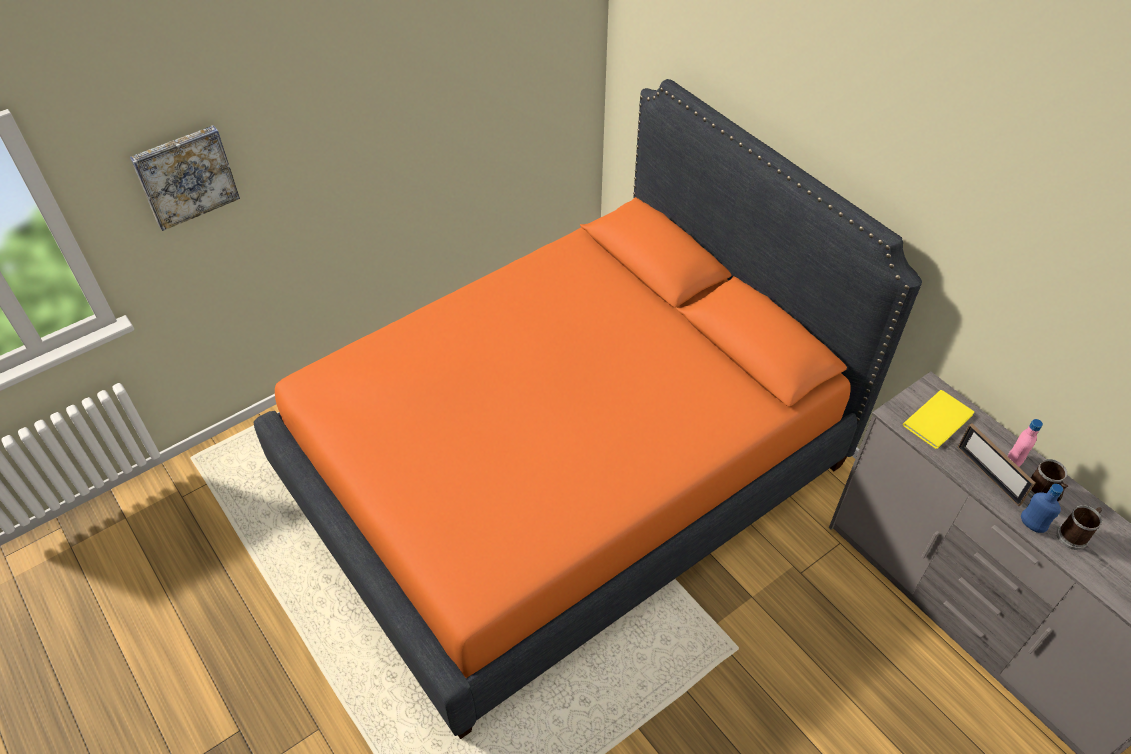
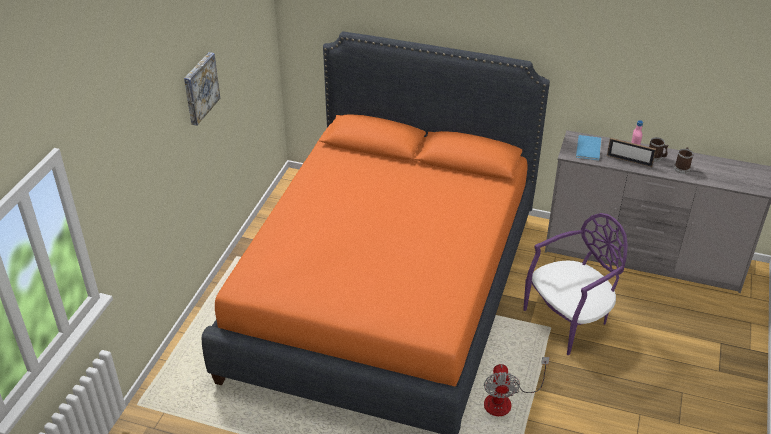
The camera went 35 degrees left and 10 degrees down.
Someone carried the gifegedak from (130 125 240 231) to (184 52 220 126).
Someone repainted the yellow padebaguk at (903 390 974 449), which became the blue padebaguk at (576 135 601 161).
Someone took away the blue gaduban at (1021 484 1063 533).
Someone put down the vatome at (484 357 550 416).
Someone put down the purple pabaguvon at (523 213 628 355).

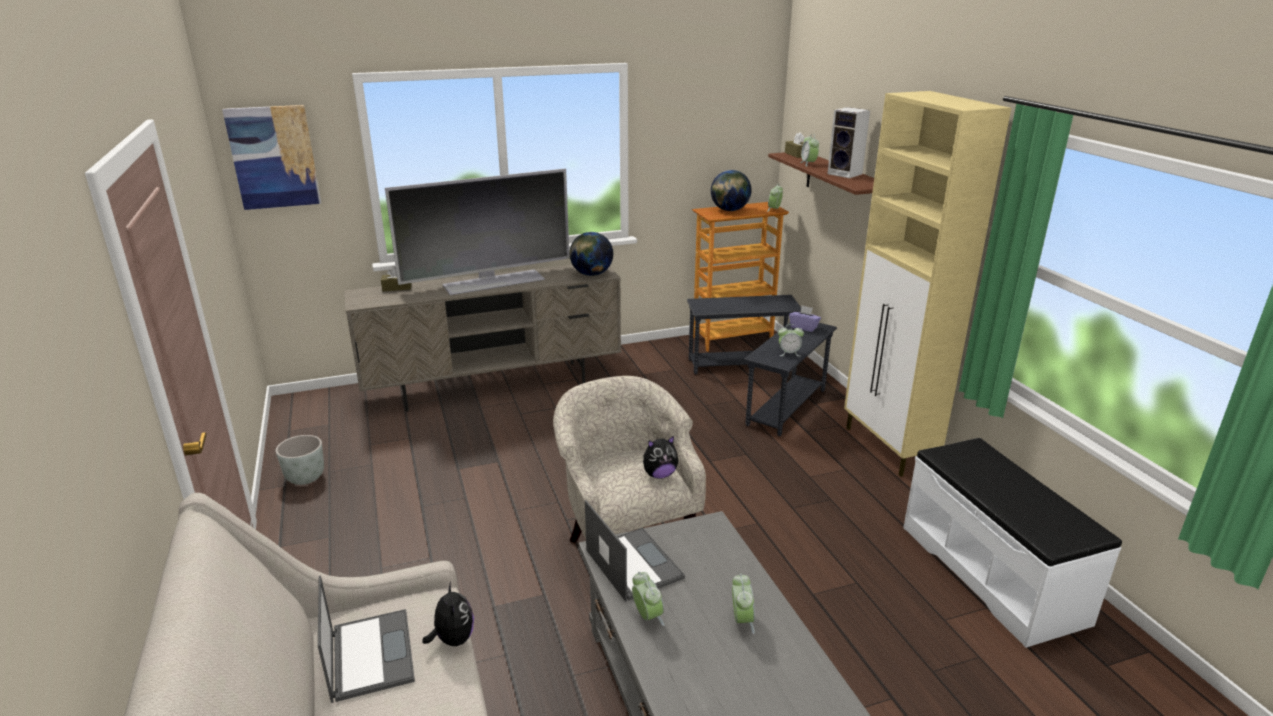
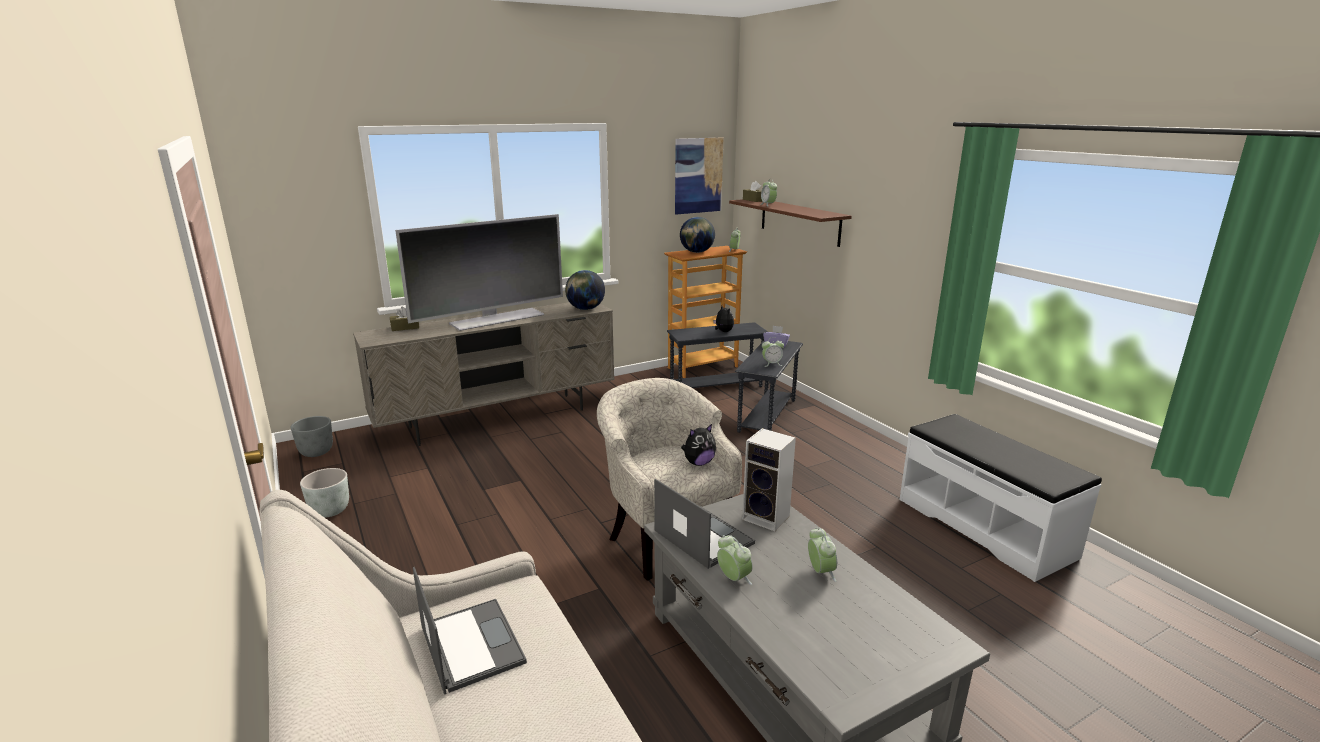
The camera went 10 degrees left and 5 degrees down.
Someone carried the gifegedak from (222 105 321 210) to (675 138 723 215).
Someone carried the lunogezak from (422 581 474 646) to (713 306 734 332).
Someone carried the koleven from (828 107 870 178) to (742 428 796 531).
Someone took away the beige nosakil at (844 91 1011 477).
Someone put down the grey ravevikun at (290 416 333 457).

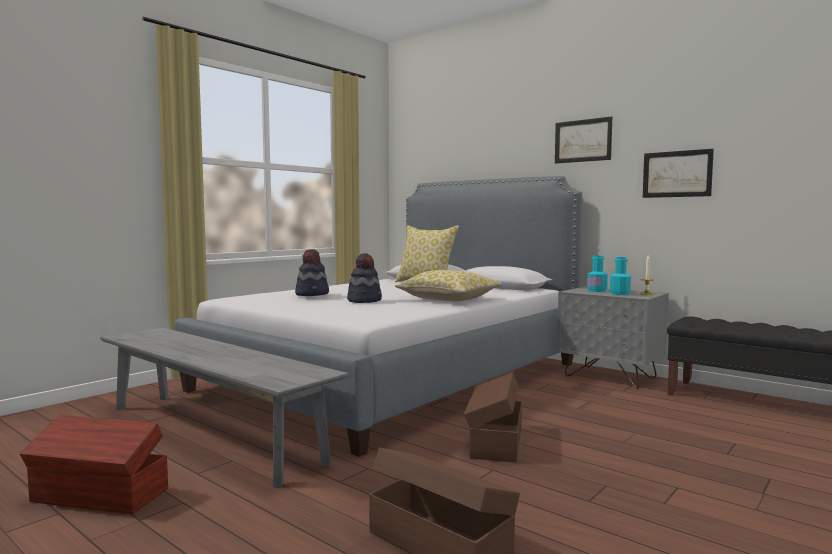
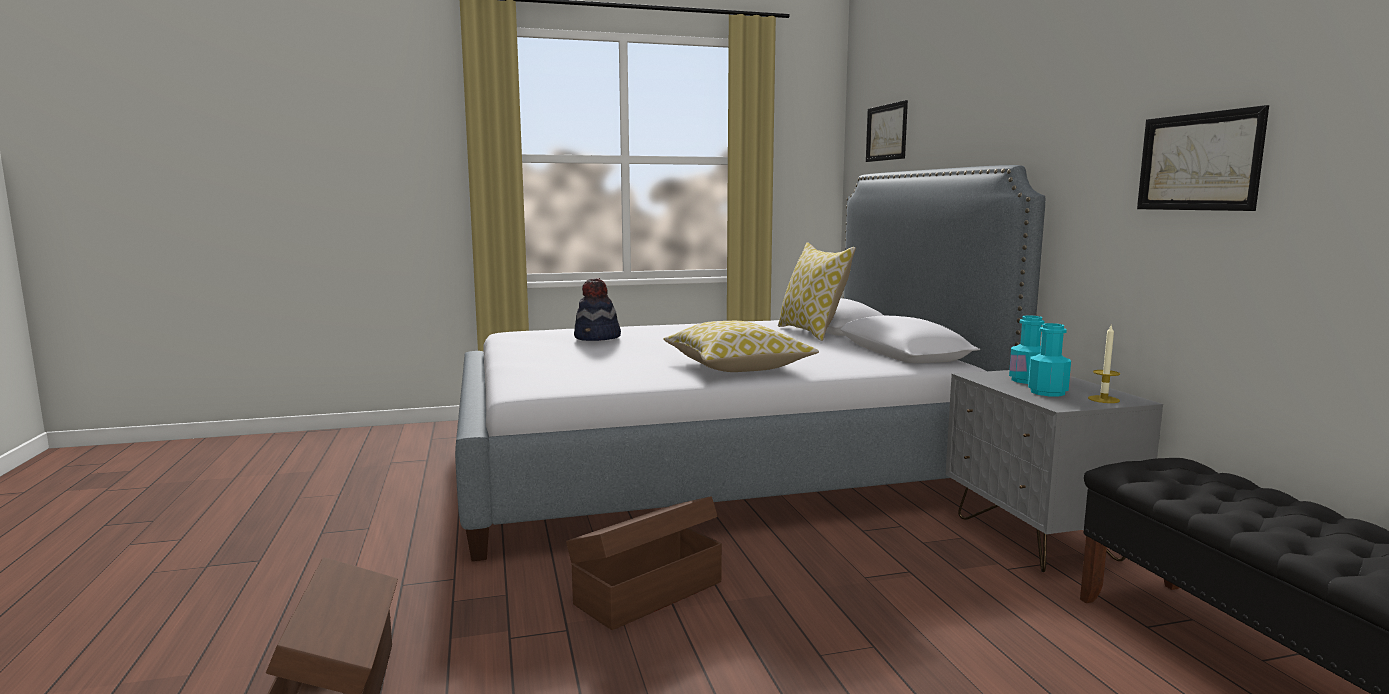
The camera went 35 degrees right and 5 degrees up.
Someone took away the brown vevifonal at (20 415 168 514).
Someone took away the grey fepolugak at (100 328 348 487).
Someone took away the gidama at (347 253 382 303).
Someone carried the gifegedak from (555 117 612 164) to (866 100 908 162).

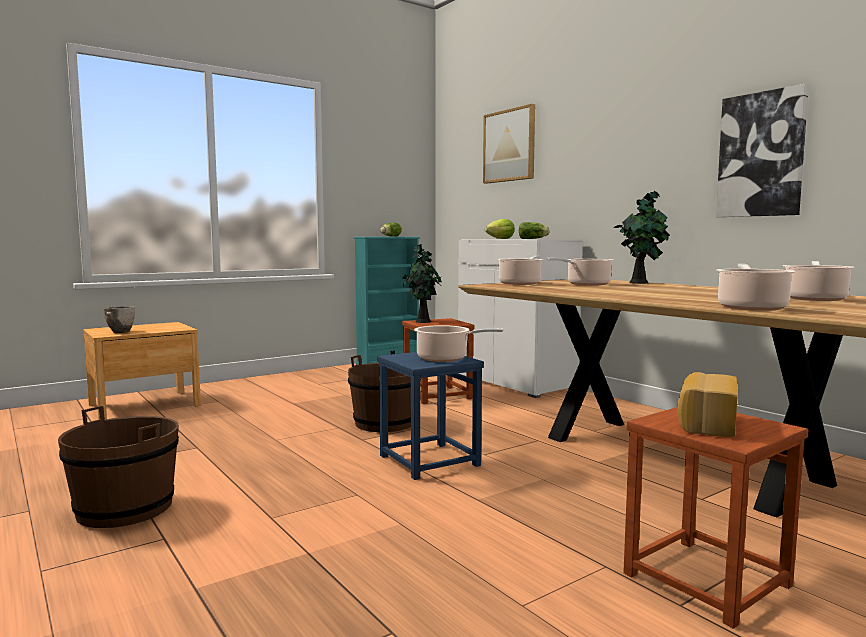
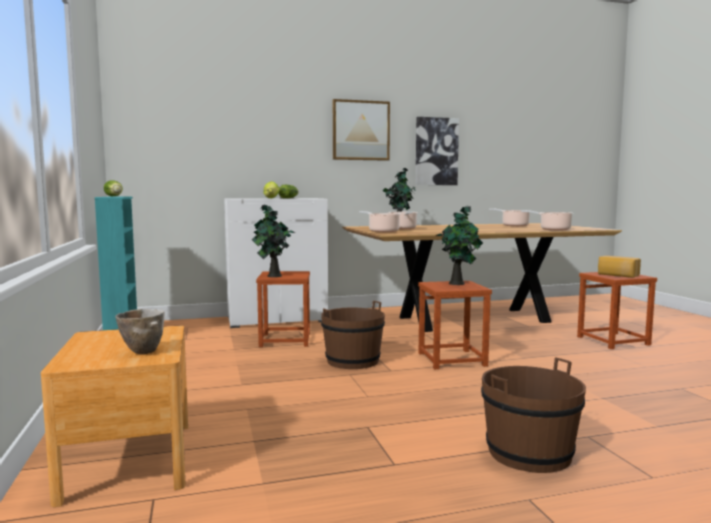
The camera went 70 degrees left and 0 degrees up.
Someone repainted the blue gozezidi at (377 352 484 480), which became the brown gozezidi at (418 281 492 369).
Someone swapped the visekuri at (414 325 504 362) for the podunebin at (435 206 483 285).
Someone carried the gifegedak from (483 104 535 184) to (333 99 390 161).

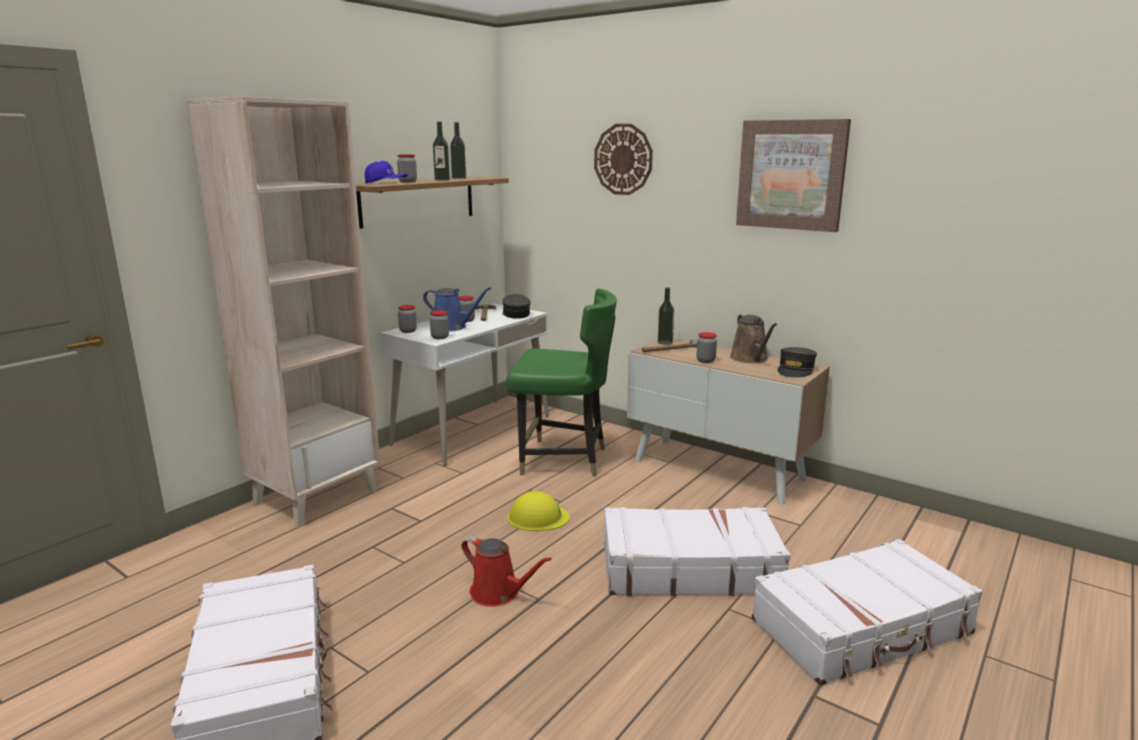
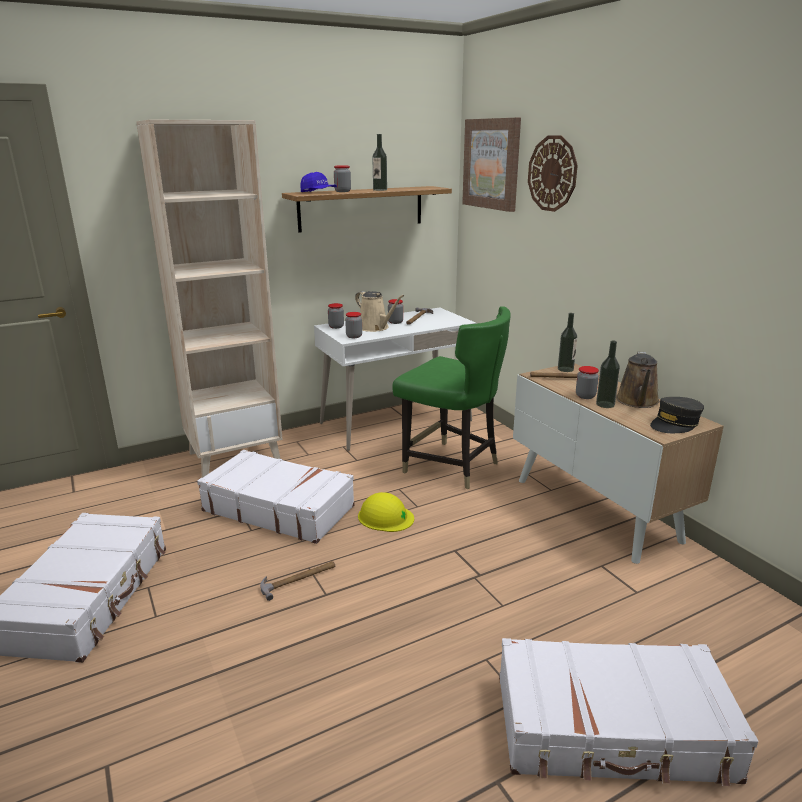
The camera went 25 degrees right and 5 degrees up.
Someone repainted the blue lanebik at (423 287 491 332), which became the beige lanebik at (355 291 404 332).
Someone carried the gaduban from (450 122 466 179) to (596 340 620 408).
Someone swapped the red lanebik at (462 536 552 607) for the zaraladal at (260 561 335 601).
Someone took away the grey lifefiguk at (502 294 531 319).
Someone carried the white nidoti from (604 507 791 596) to (197 450 355 544).
Someone carried the gifegedak from (736 119 851 232) to (462 118 521 212).

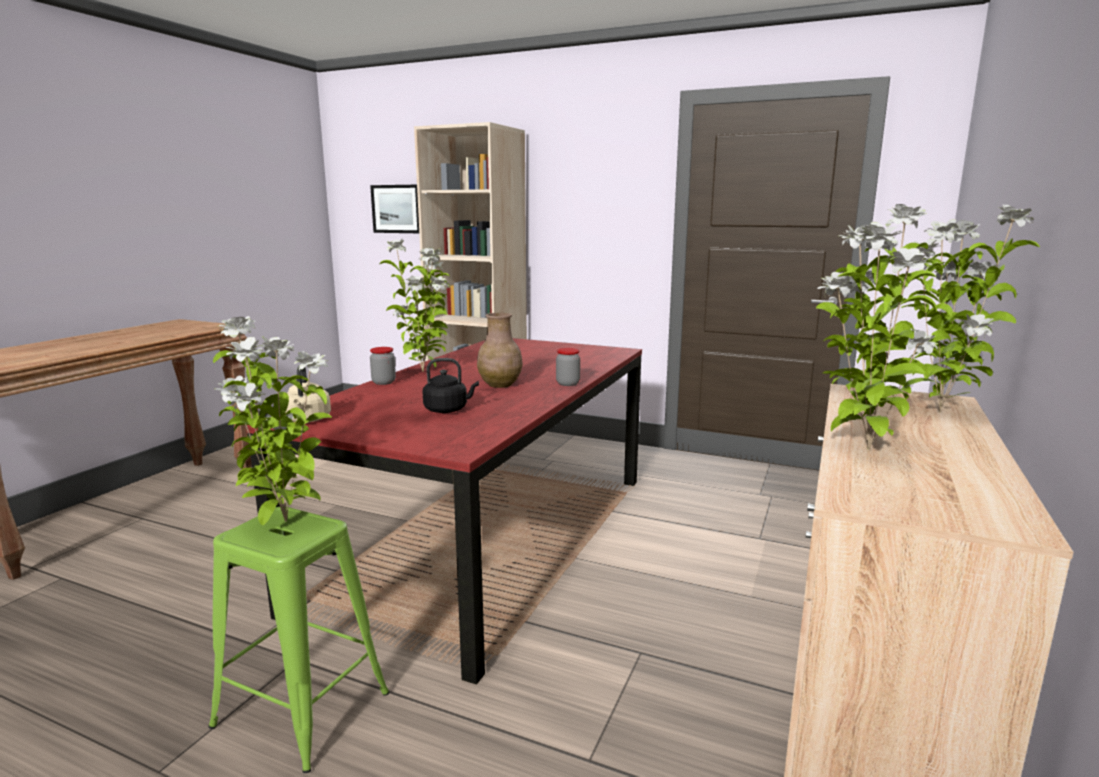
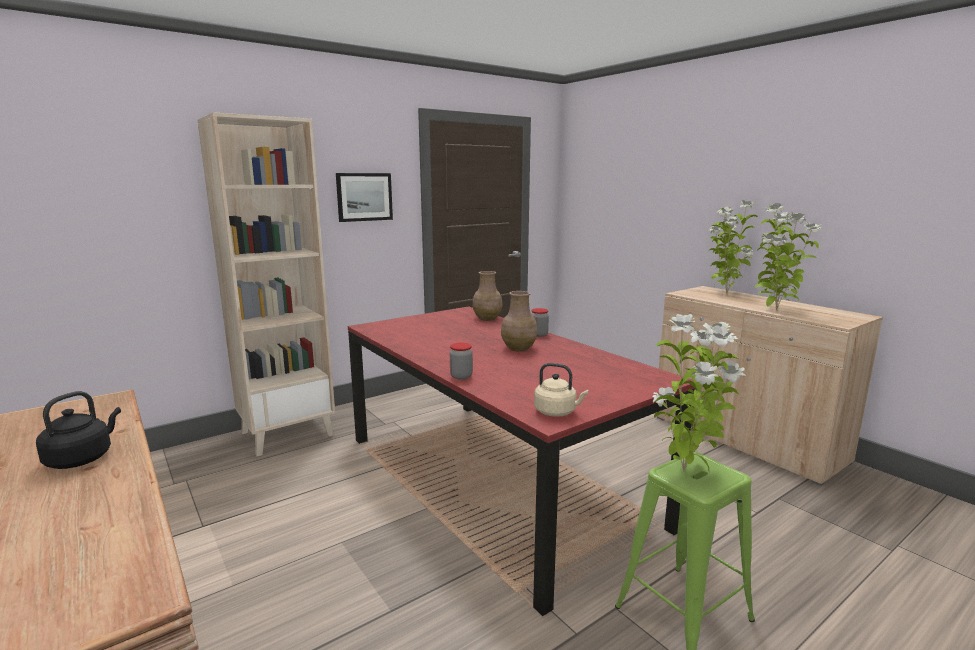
The camera went 60 degrees left and 0 degrees up.
Someone carried the gifegedak from (370 185 419 233) to (336 173 393 222).
Someone took away the podunebin at (379 239 450 372).
Someone carried the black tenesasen from (422 358 479 413) to (36 391 121 469).
Someone put down the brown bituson at (472 271 503 321).

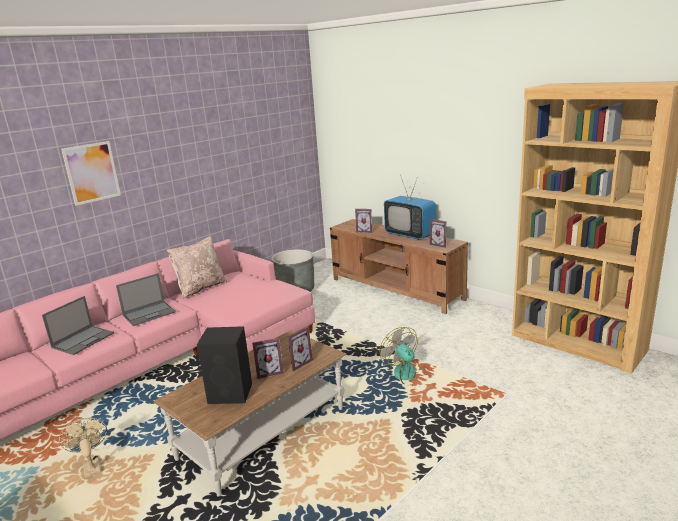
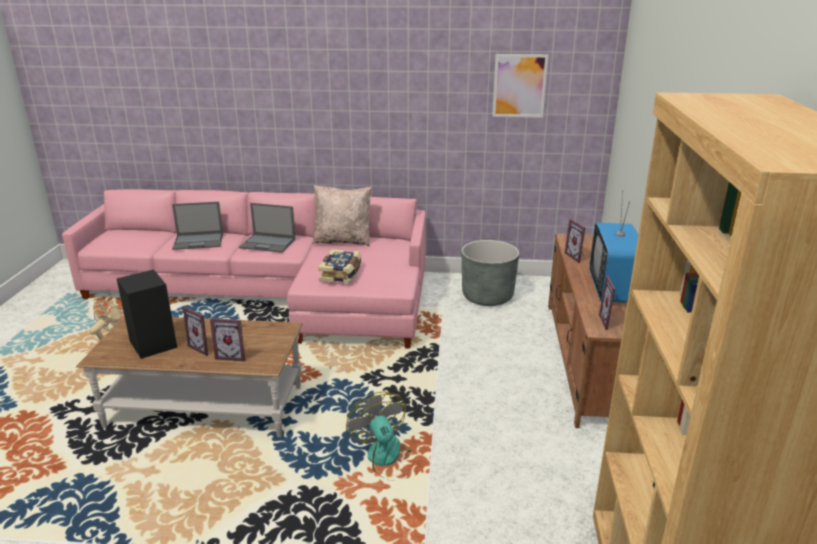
The camera went 50 degrees right and 5 degrees up.
Someone carried the gifegedak from (61 141 121 206) to (492 54 548 118).
Someone rotated the vatome at (380 327 424 387) by 45 degrees counterclockwise.
Someone put down the padebaguk at (318 249 361 284).

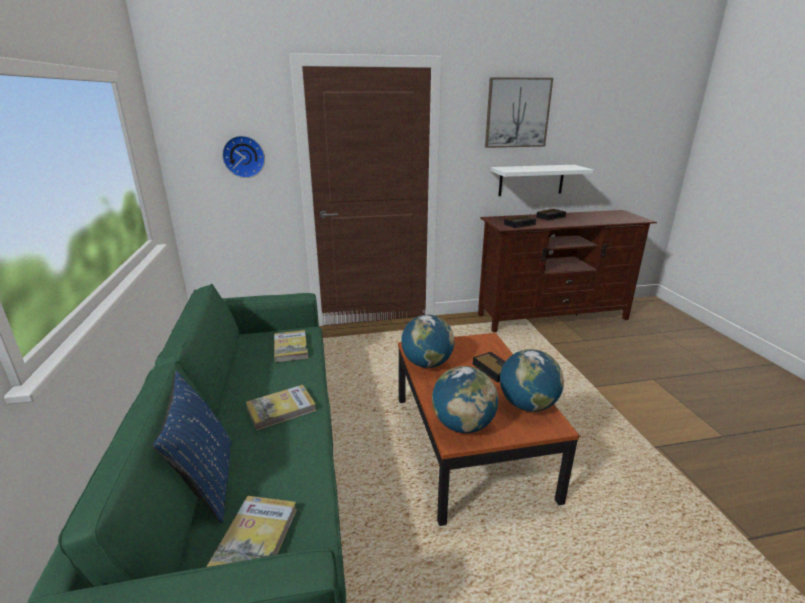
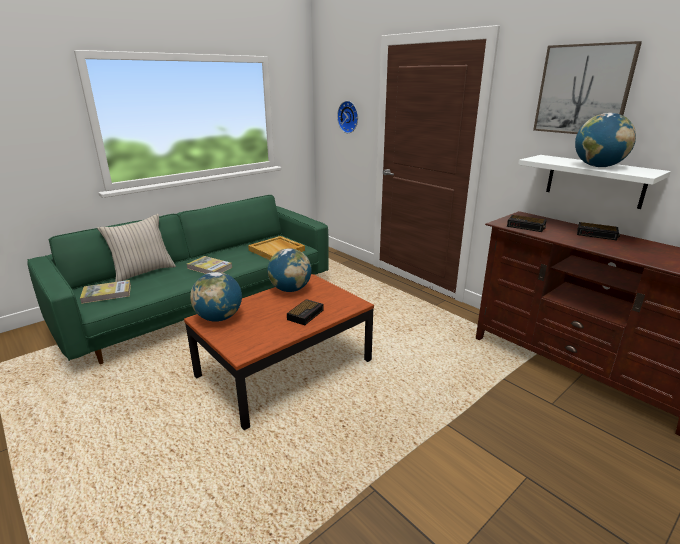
The camera went 60 degrees right and 0 degrees up.
Someone repainted the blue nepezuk at (152 371 232 523), which became the beige nepezuk at (97 214 176 282).
Someone swapped the padebaguk at (274 330 308 363) for the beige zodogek at (248 236 305 260).
Someone carried the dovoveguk from (500 349 564 412) to (575 113 636 167).

